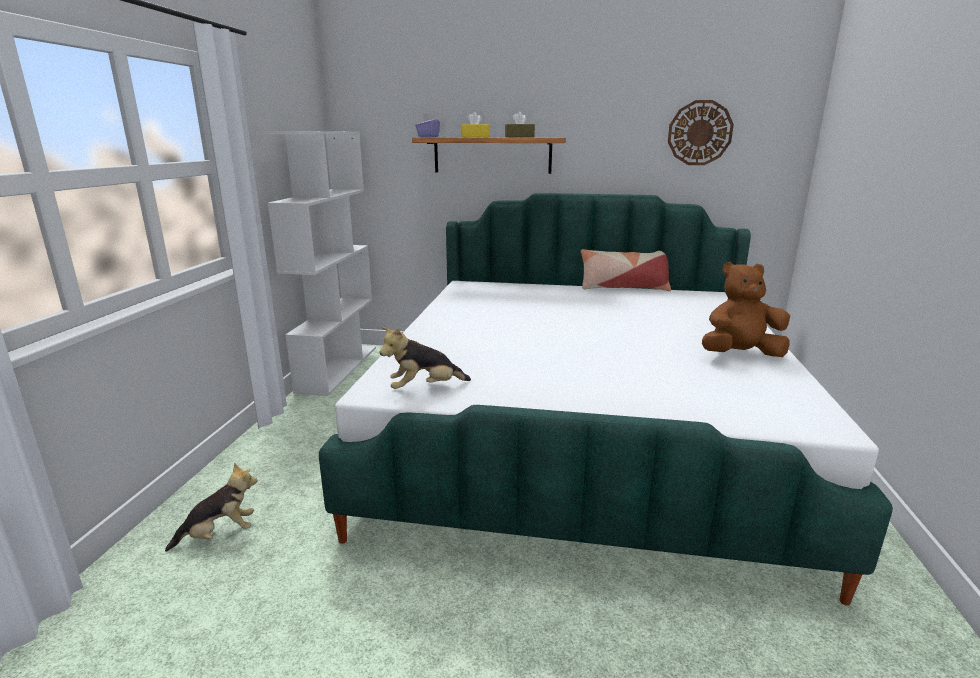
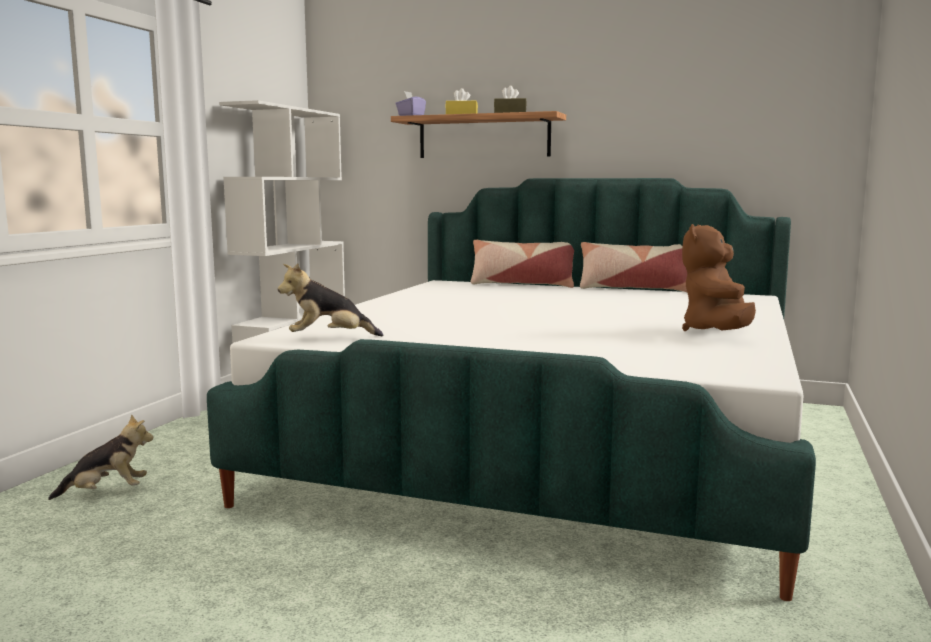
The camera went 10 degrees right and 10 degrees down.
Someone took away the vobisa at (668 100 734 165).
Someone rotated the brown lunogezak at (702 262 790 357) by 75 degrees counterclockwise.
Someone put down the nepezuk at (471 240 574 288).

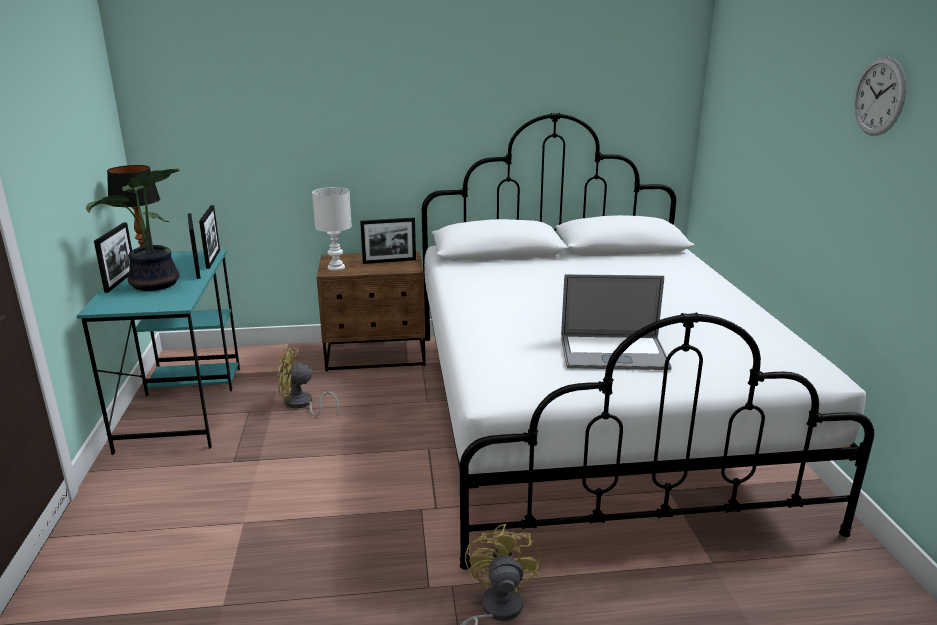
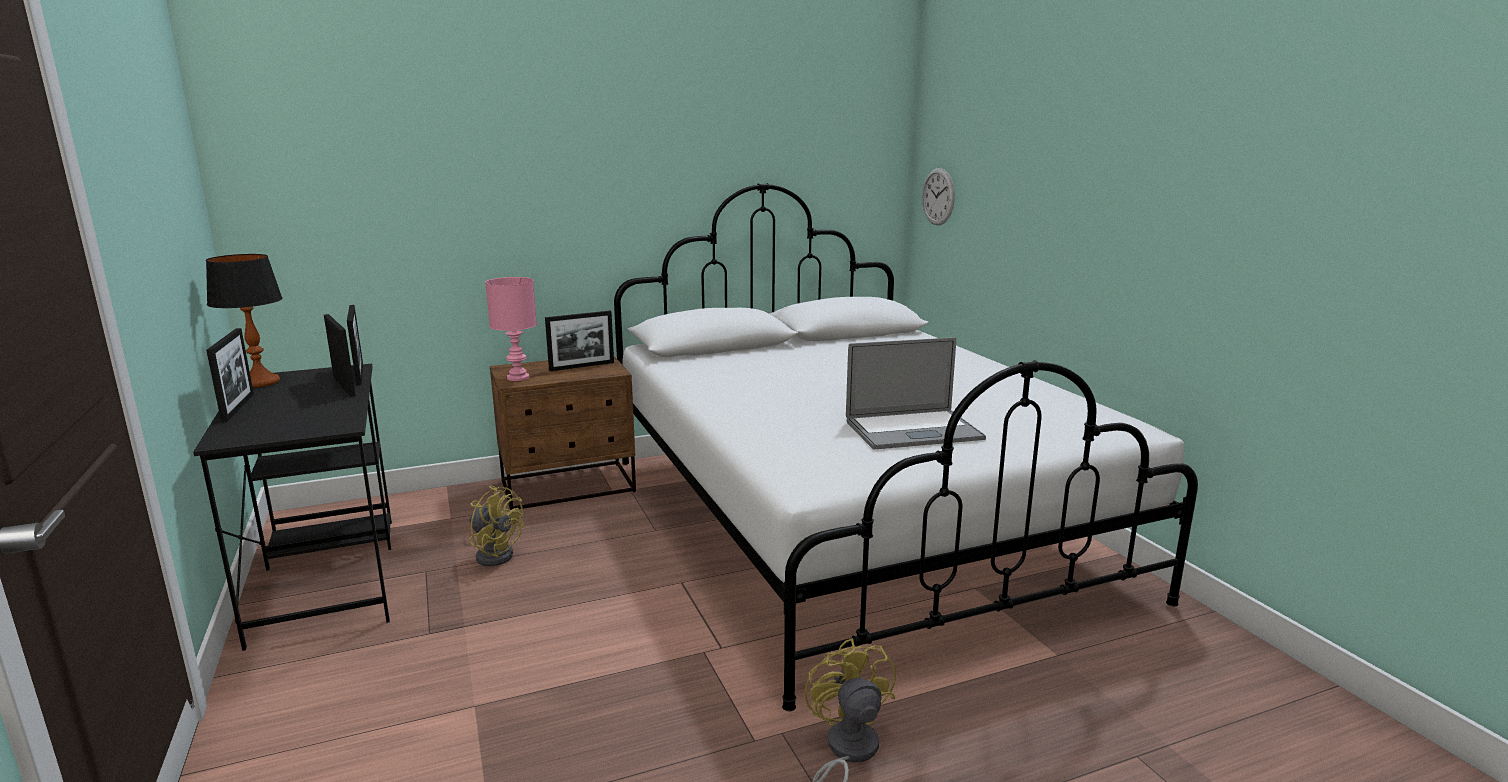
The camera went 15 degrees left and 5 degrees down.
Someone repainted the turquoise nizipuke at (76 250 240 455), which became the black nizipuke at (193 364 392 651).
Someone took away the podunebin at (86 168 180 291).
Someone rotated the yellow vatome at (277 348 339 417) by 135 degrees counterclockwise.
Someone repainted the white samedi at (312 187 352 271), which became the pink samedi at (485 277 537 381).
Someone carried the vobisa from (854 57 906 136) to (922 168 955 225).

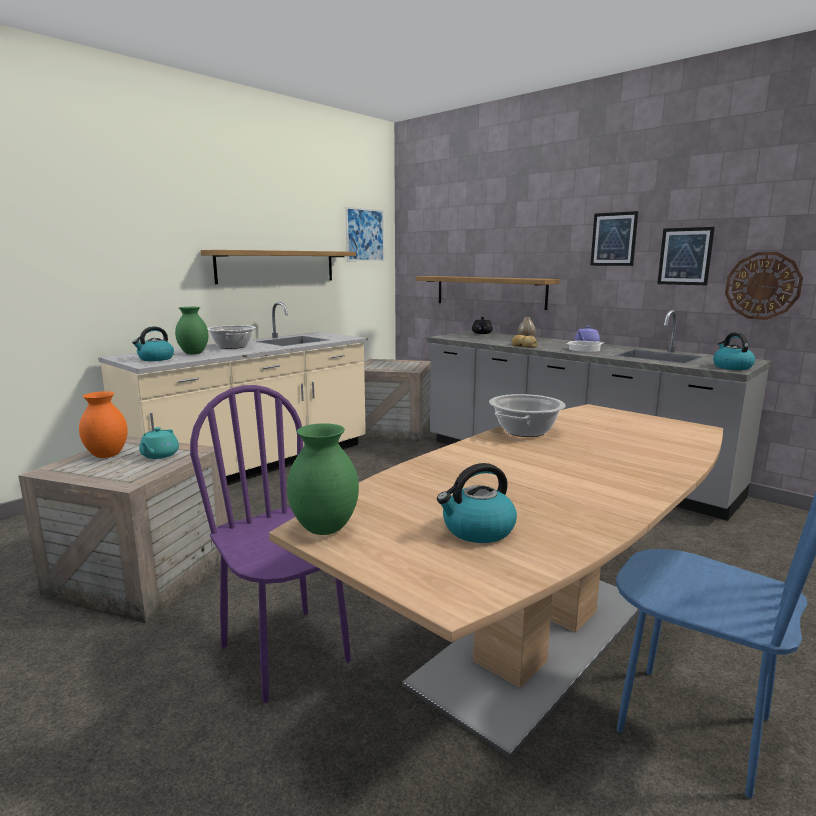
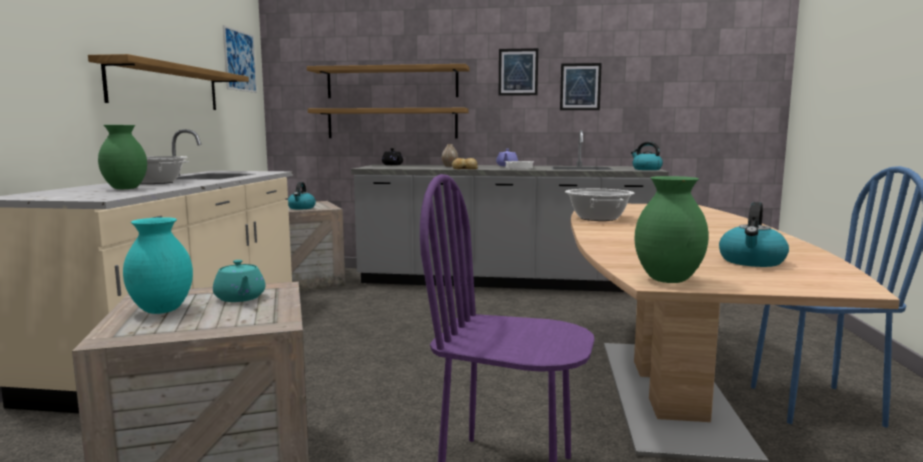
The camera went 35 degrees left and 5 degrees down.
Someone repainted the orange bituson at (79 391 128 458), which became the turquoise bituson at (123 217 193 314).
Someone carried the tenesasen from (132 327 174 361) to (288 182 316 209).
Someone took away the vobisa at (725 252 803 320).
Someone put up the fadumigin at (307 64 469 98).

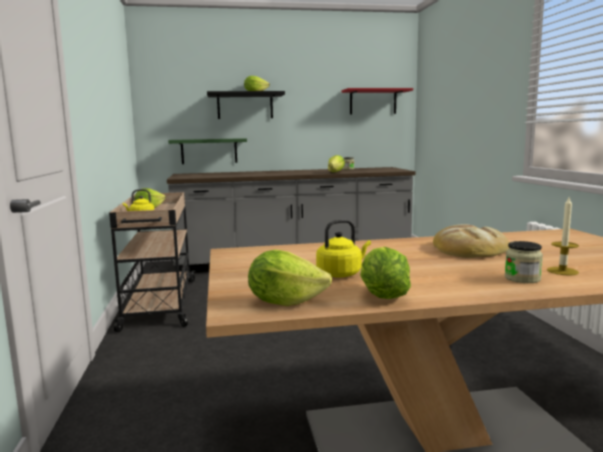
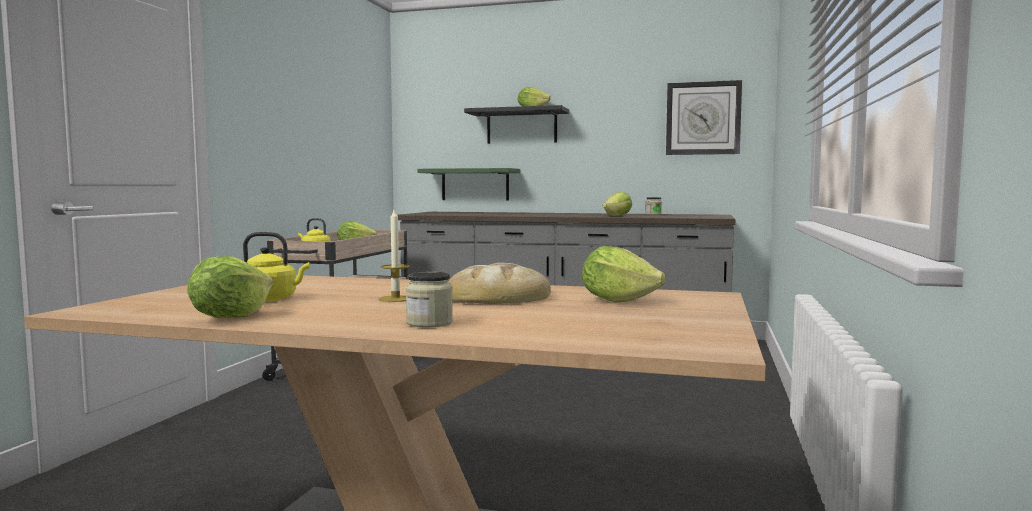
The camera went 25 degrees right and 5 degrees down.
Someone carried the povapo from (248 250 332 306) to (582 246 665 303).
Someone swapped the red fadumigin at (342 88 413 114) for the vobisa at (666 80 742 155).
Someone carried the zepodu from (547 197 579 276) to (378 209 410 302).

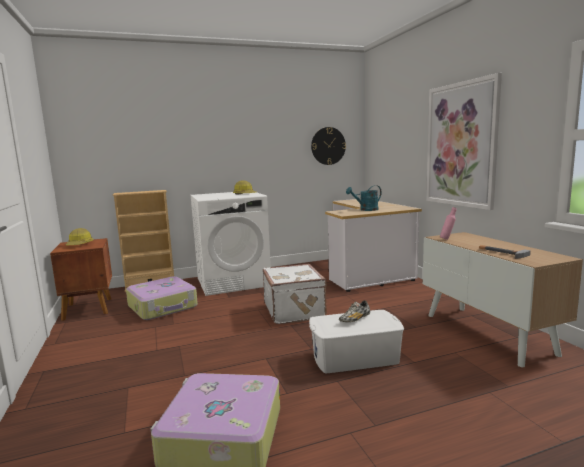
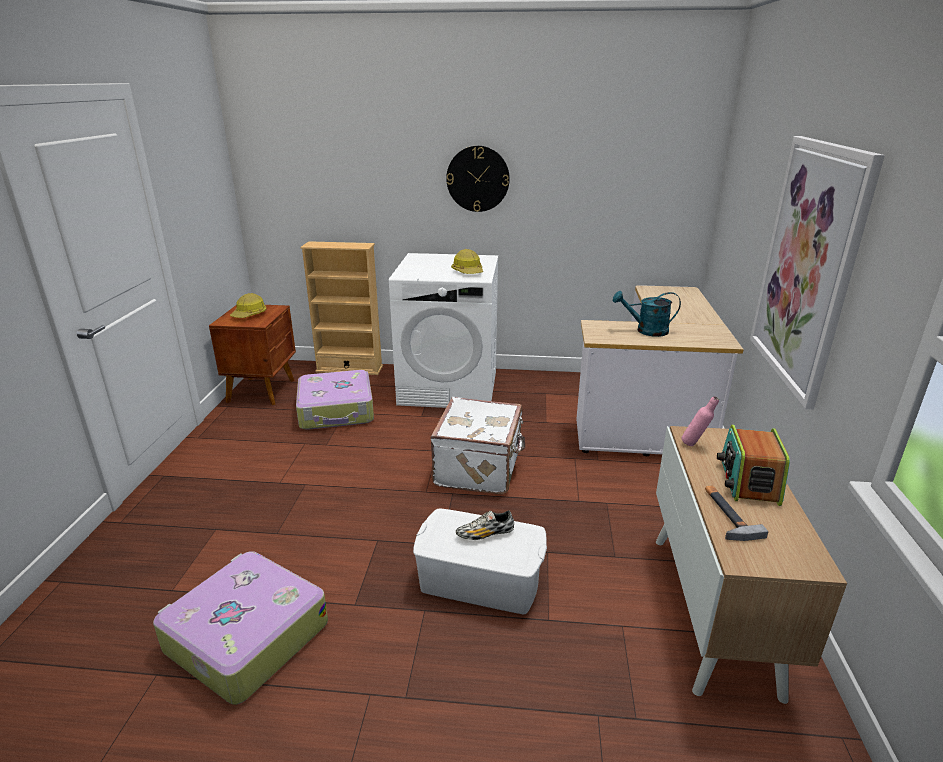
The camera went 25 degrees right and 15 degrees up.
Someone carried the vobisa from (311 127 346 165) to (446 146 510 212).
Someone put down the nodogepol at (717 425 790 506).

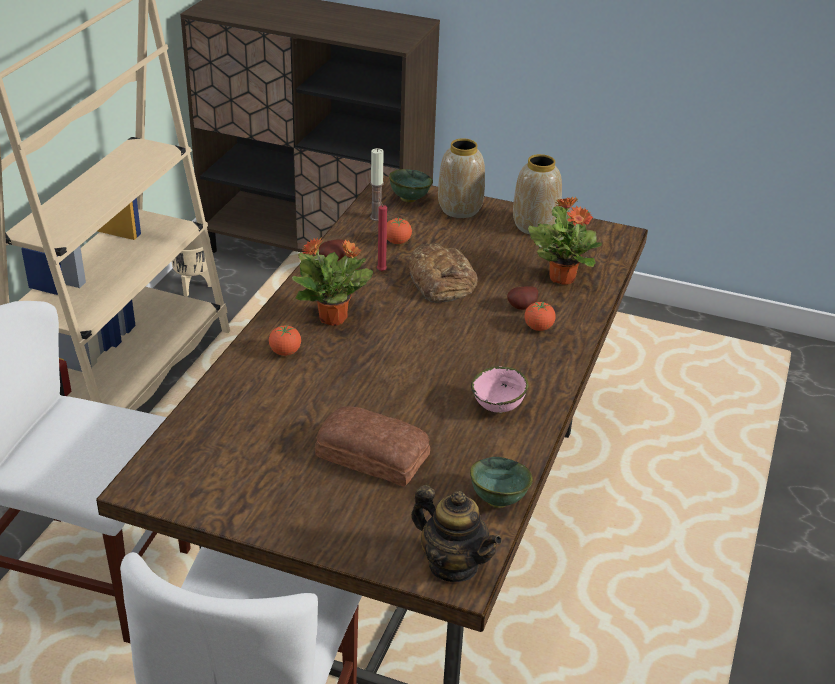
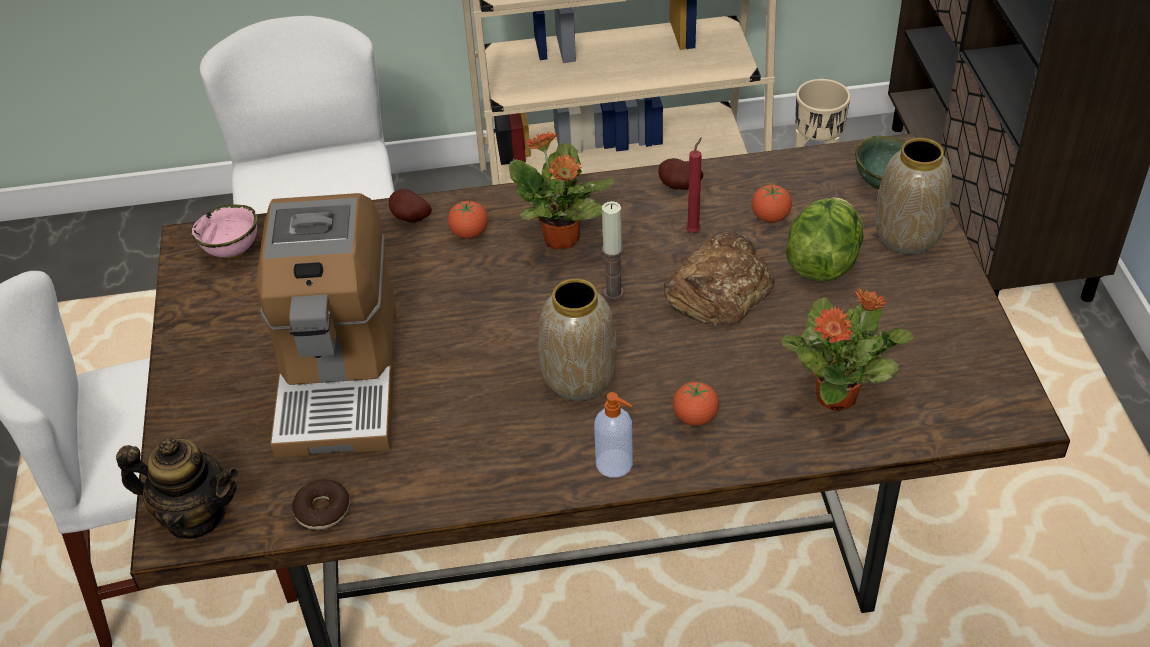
The camera went 65 degrees right and 10 degrees up.
Someone swapped the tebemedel at (315 407 430 487) for the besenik at (256 193 397 458).
Someone carried the zepodu from (370 148 384 221) to (602 201 624 300).
Someone rotated the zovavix at (411 485 502 582) by 90 degrees counterclockwise.
Someone swapped the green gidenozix at (470 457 533 508) for the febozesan at (292 479 350 530).
Someone carried the pink gidenozix from (471 366 529 413) to (191 205 257 259).
Someone carried the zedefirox from (507 286 538 310) to (389 189 432 222).
Someone carried the bituson from (513 154 562 234) to (539 279 617 401).
Someone put down the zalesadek at (594 392 633 478).
Someone put down the povapo at (786 198 864 281).

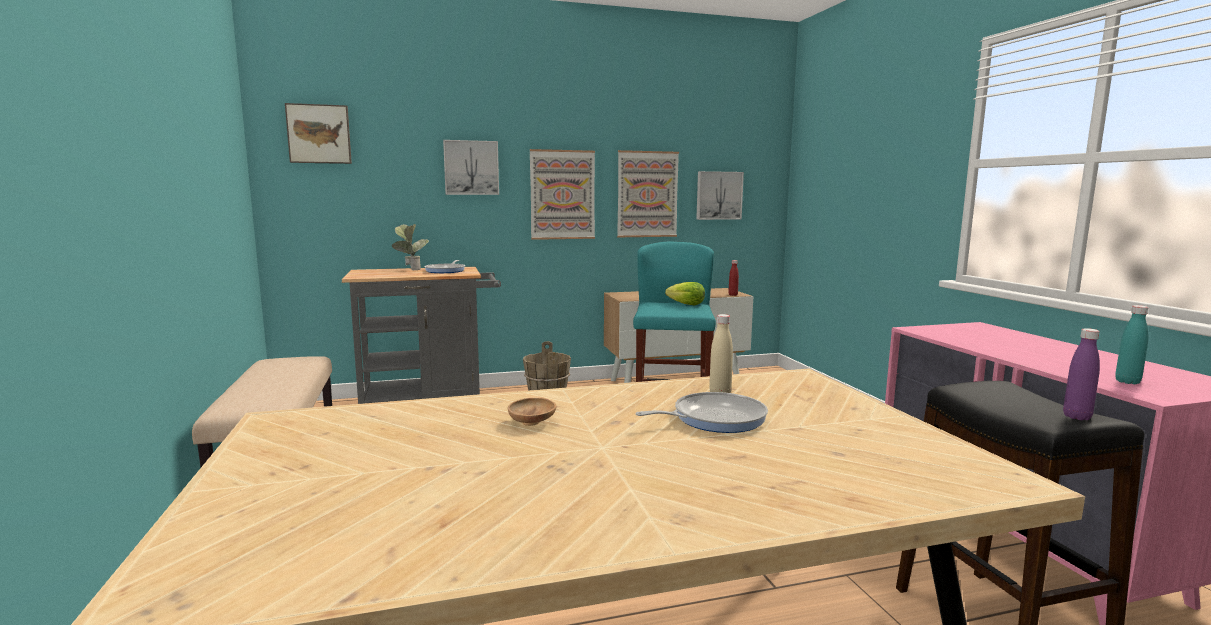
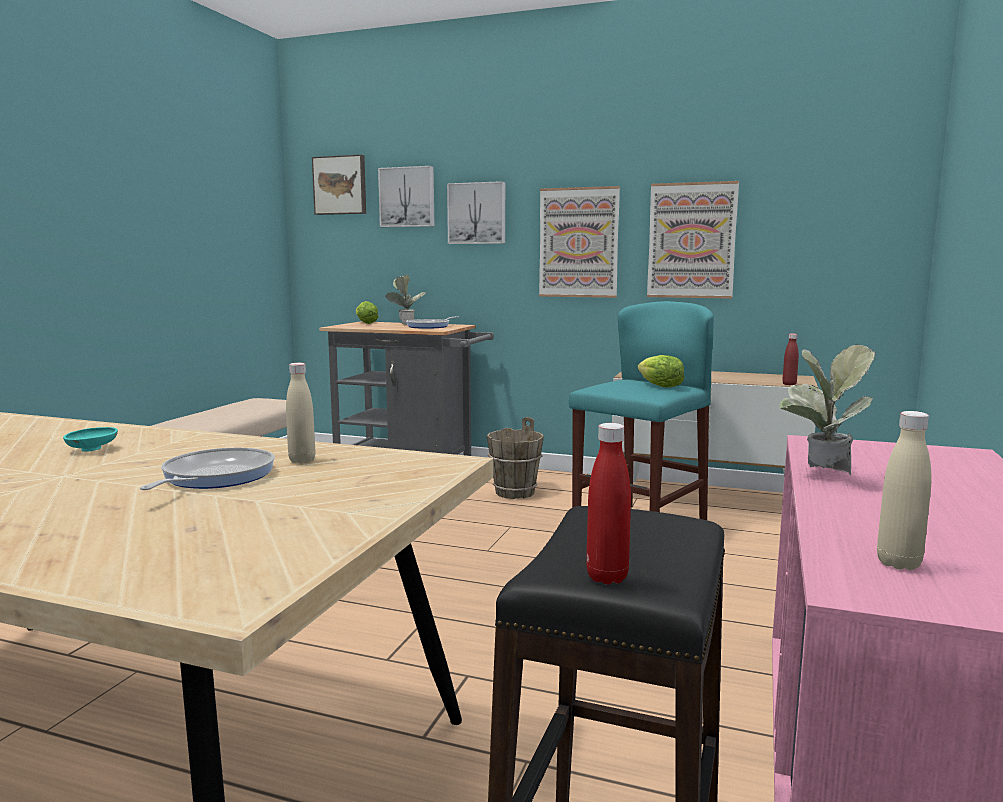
The camera went 35 degrees right and 0 degrees up.
Someone repainted the brown gidenozix at (508 398 556 426), which became the turquoise gidenozix at (63 427 118 452).
Someone rotated the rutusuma at (636 392 768 433) by 90 degrees counterclockwise.
Someone carried the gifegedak from (696 171 744 220) to (378 166 434 227).
Someone repainted the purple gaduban at (1063 328 1100 420), which became the red gaduban at (586 423 631 584).
Someone repainted the turquoise gaduban at (1115 305 1148 384), which became the beige gaduban at (877 411 931 570).
Someone put down the povapo at (356 301 379 324).
Someone put down the podunebin at (779 344 875 475).

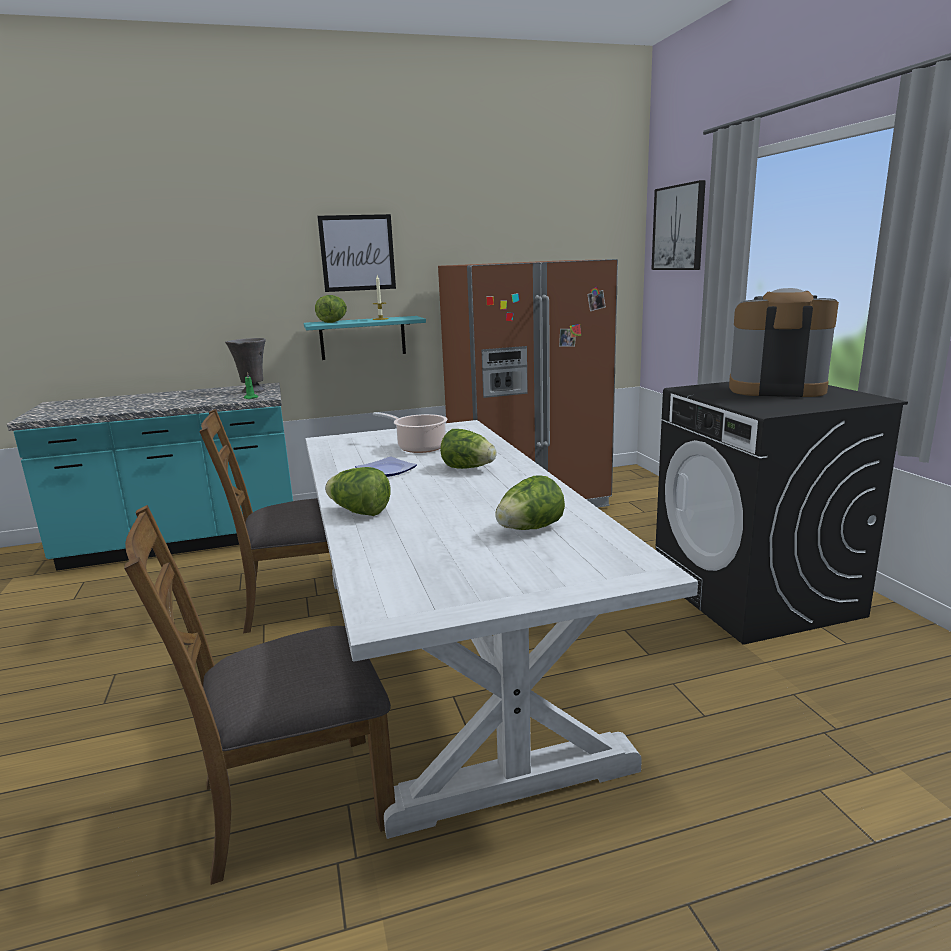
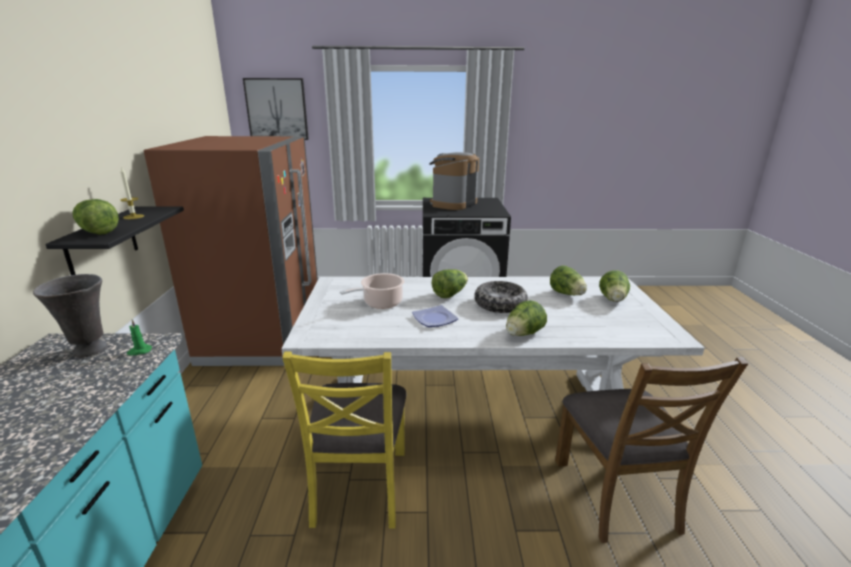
The camera went 75 degrees left and 5 degrees up.
Someone repainted the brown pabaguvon at (199 409 329 633), which became the yellow pabaguvon at (282 351 406 529).
Someone repainted the turquoise fadumigin at (304 316 426 360), which became the black fadumigin at (45 206 184 275).
Someone took away the gifegedak at (317 214 396 292).
Someone put down the gidenozix at (474 281 528 313).
Someone put down the povapo at (599 270 630 302).

